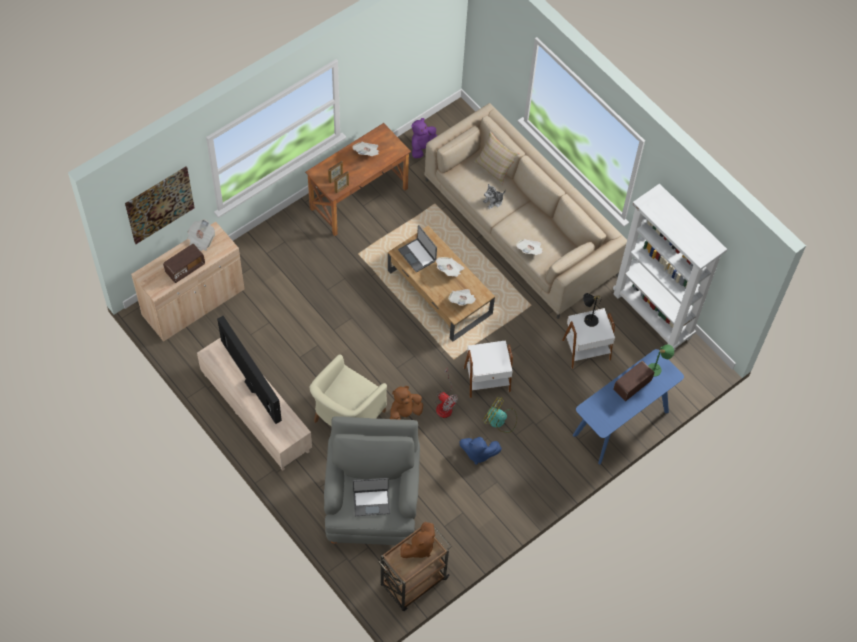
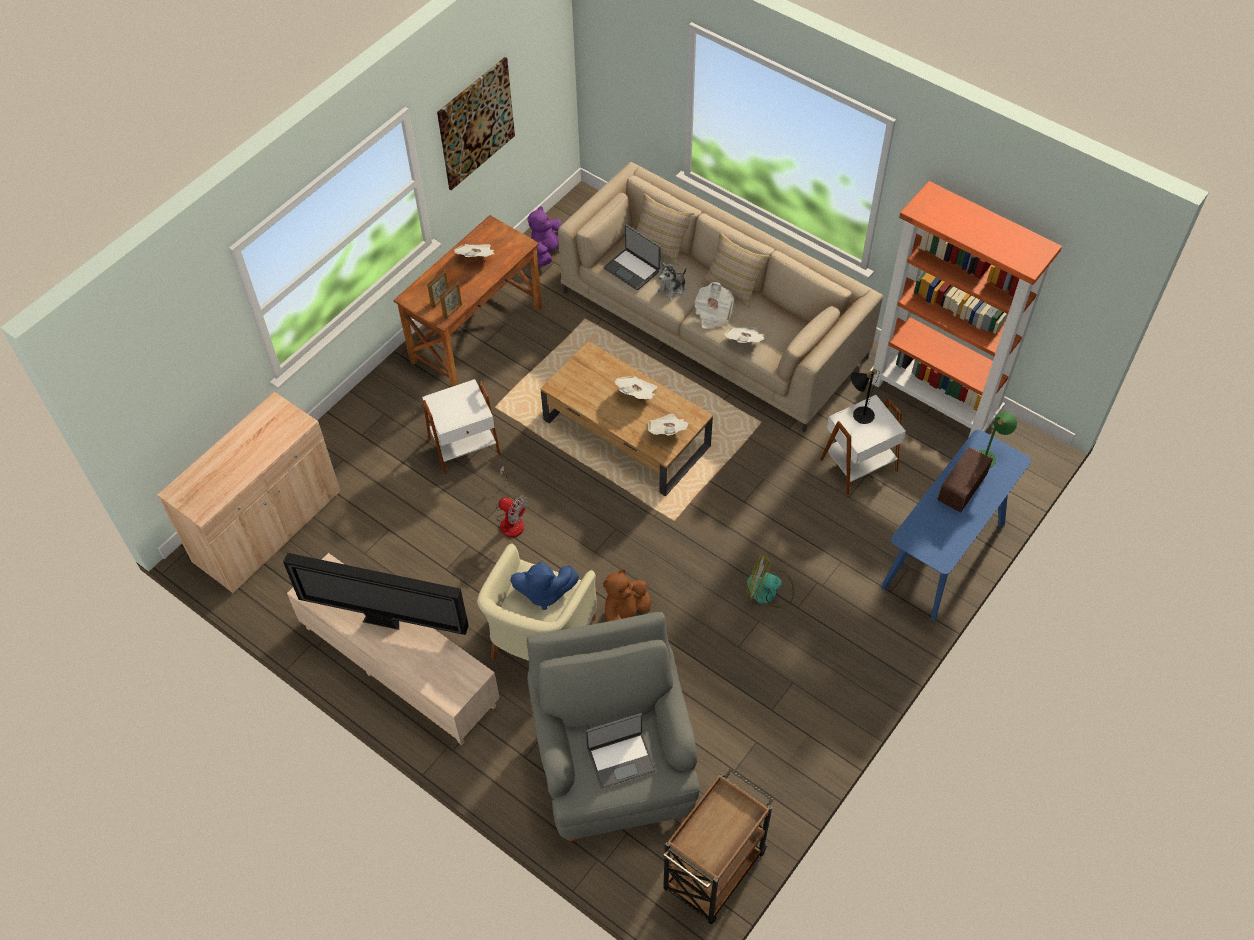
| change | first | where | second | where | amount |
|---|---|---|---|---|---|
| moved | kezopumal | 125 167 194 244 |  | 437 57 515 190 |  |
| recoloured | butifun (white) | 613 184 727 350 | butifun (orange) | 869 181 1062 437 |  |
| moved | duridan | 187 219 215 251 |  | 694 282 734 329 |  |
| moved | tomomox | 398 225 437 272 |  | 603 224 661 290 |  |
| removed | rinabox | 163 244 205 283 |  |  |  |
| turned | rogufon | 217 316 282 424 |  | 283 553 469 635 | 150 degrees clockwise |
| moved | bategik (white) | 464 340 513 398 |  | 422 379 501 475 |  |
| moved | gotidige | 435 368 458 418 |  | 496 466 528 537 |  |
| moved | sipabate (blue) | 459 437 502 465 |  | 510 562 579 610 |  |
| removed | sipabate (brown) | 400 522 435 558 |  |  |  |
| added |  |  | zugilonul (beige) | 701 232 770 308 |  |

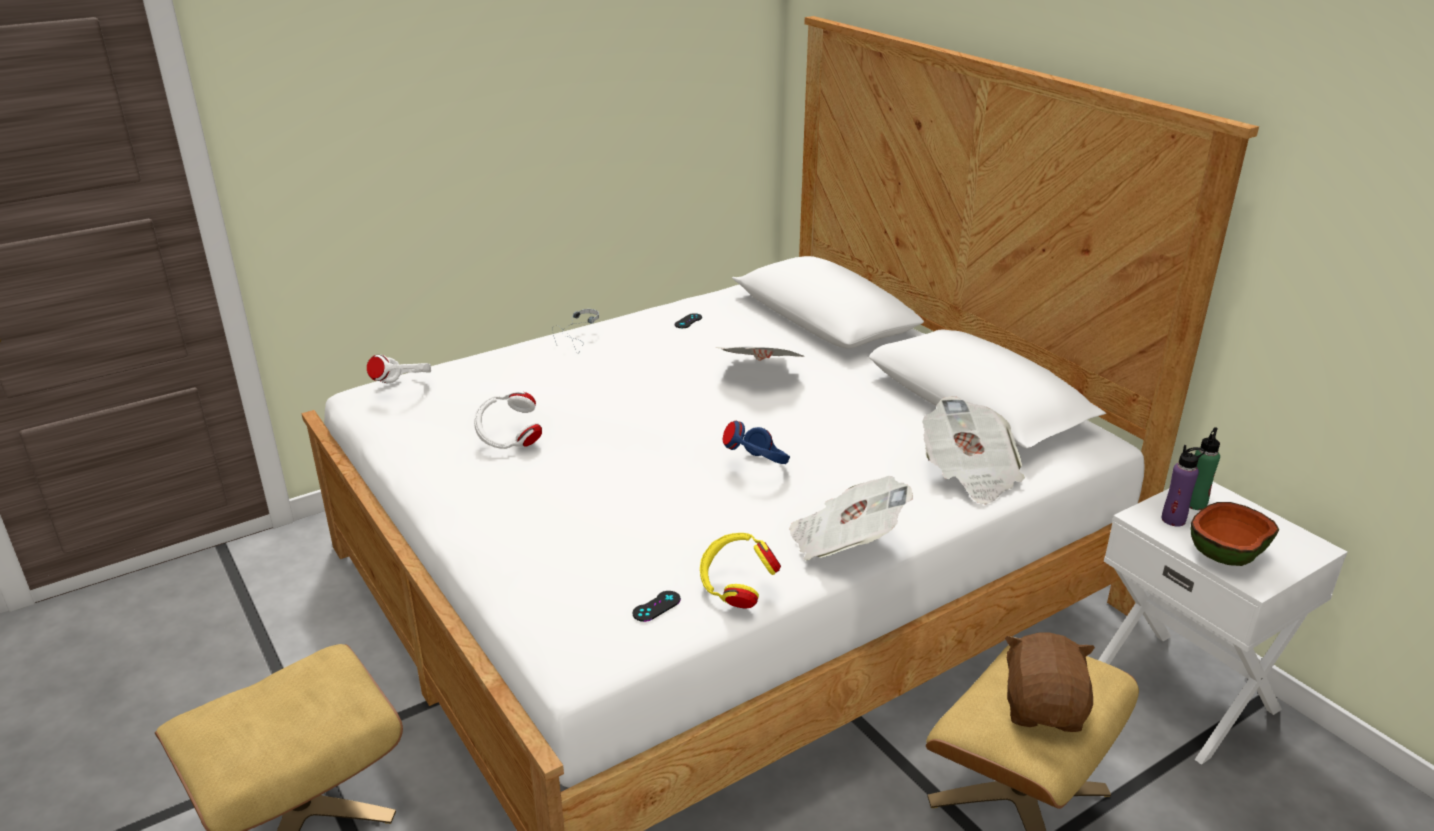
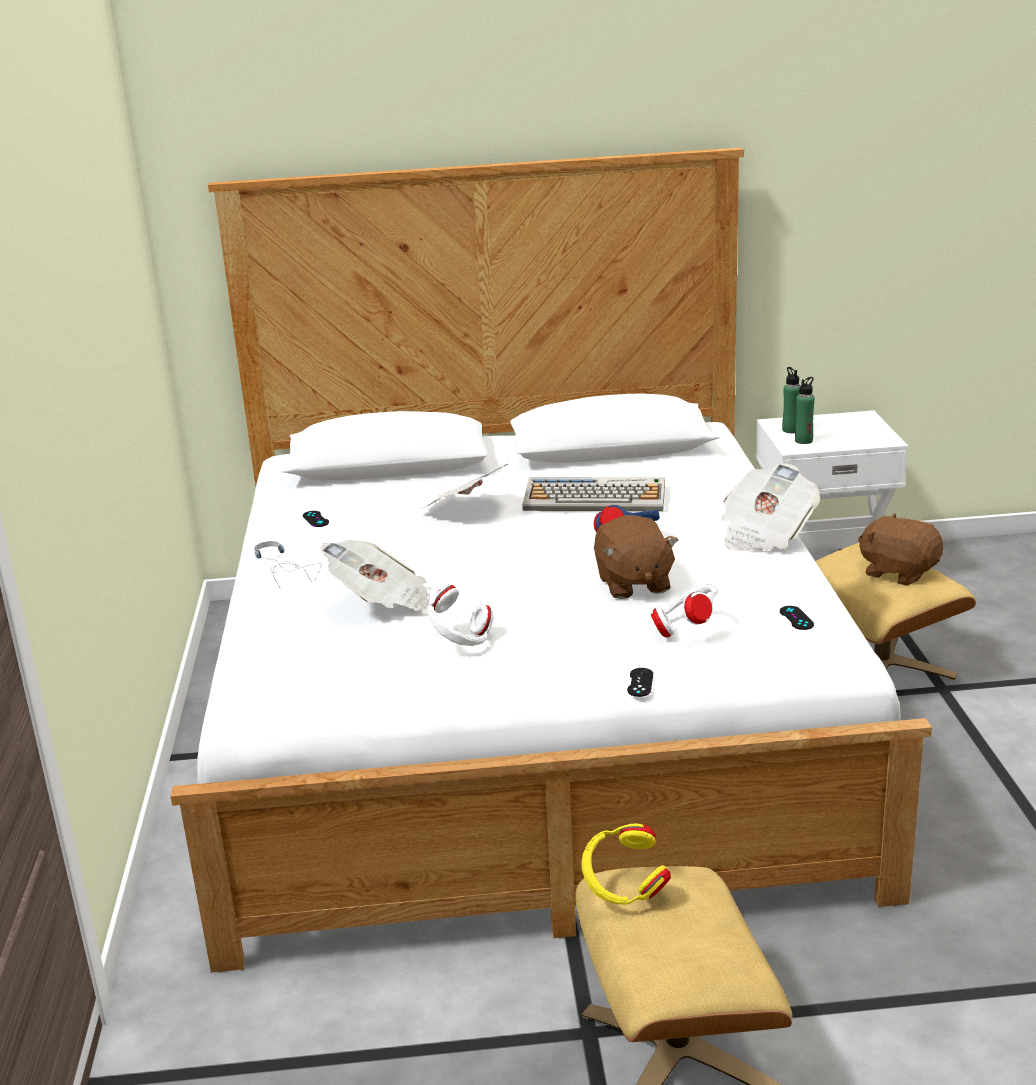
| change | first | where | second | where | amount |
|---|---|---|---|---|---|
| moved | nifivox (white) | 367 355 431 383 |  | 651 584 718 637 |  |
| moved | duridan | 922 396 1025 505 |  | 321 540 430 612 |  |
| recoloured | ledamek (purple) | 1162 445 1205 527 | ledamek (green) | 795 377 815 444 |  |
| removed | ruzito | 1190 502 1279 566 |  |  |  |
| moved | nifivox (yellow) | 700 533 781 609 |  | 581 823 671 905 |  |
| added |  |  | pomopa | 522 478 665 511 |  |
| added |  |  | sipabate (brown) | 594 515 678 599 |  |
| added |  |  | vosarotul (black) | 627 668 653 697 |  |

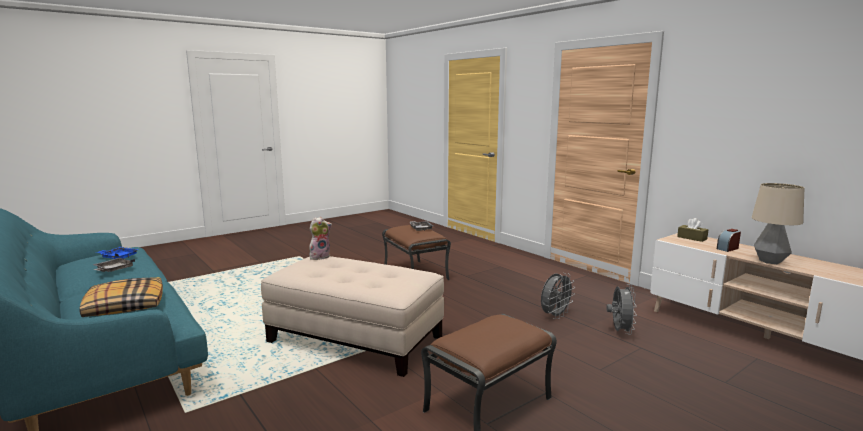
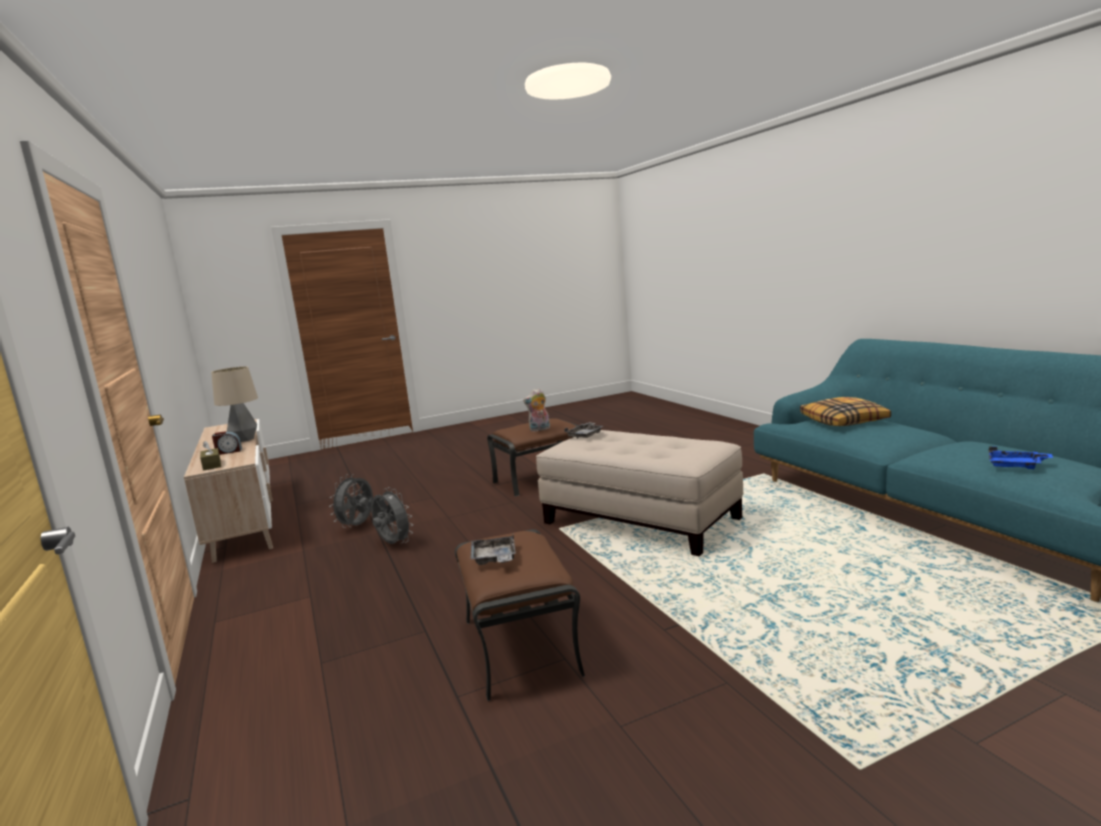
| change | first | where | second | where | amount |
|---|---|---|---|---|---|
| moved | sipabate | 309 217 332 260 |  | 523 388 550 432 |  |
| moved | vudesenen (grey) | 92 258 135 272 |  | 564 422 603 439 |  |
| turned | gotidige (grey) | 541 273 575 319 |  | 371 487 413 544 | 75 degrees clockwise |

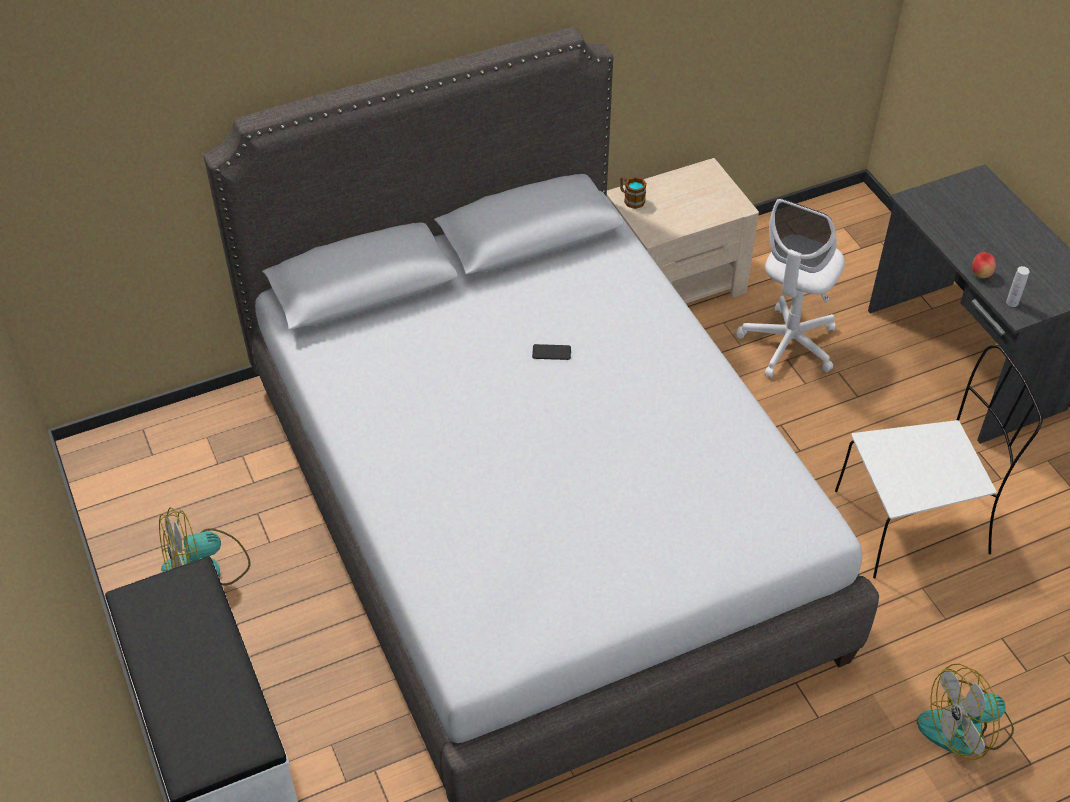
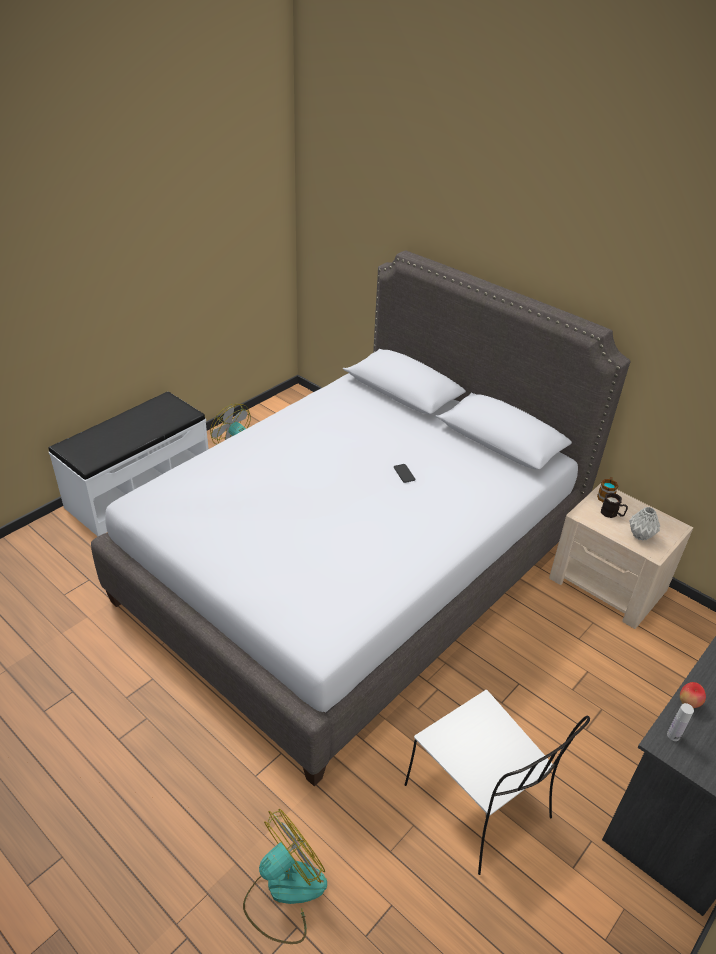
| change | first | where | second | where | amount |
|---|---|---|---|---|---|
| removed | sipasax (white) | 736 198 845 378 |  |  |  |
| turned | gotidige | 917 664 1014 760 |  | 243 809 327 944 | 90 degrees clockwise |
| added |  |  | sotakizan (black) | 601 493 628 518 |  |
| added |  |  | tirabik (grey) | 629 507 660 541 |  |

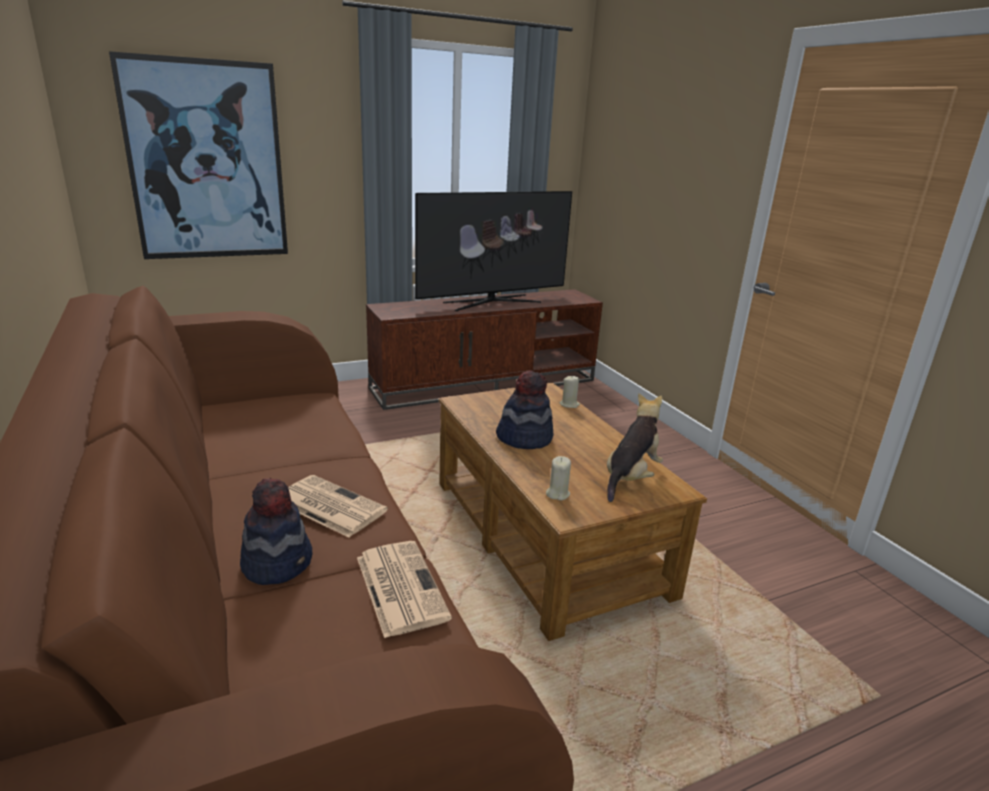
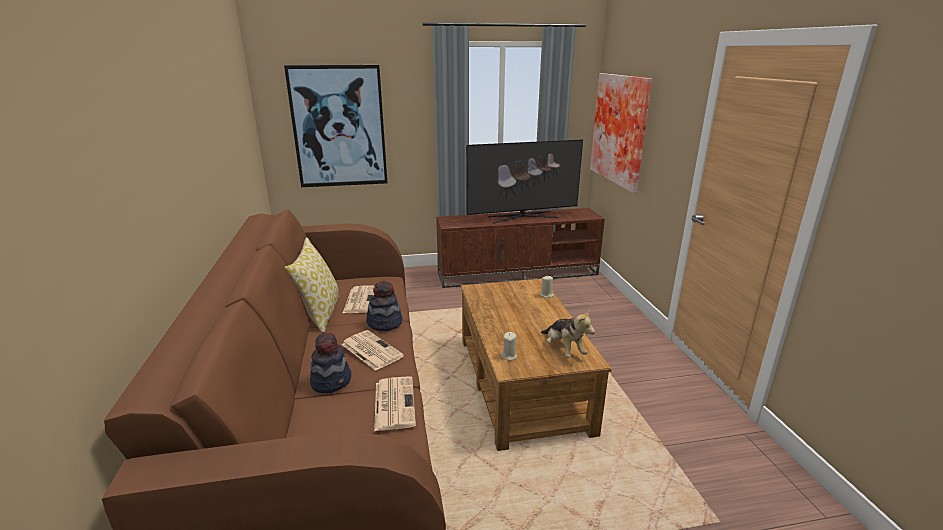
| change | first | where | second | where | amount |
|---|---|---|---|---|---|
| moved | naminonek | 496 370 554 449 |  | 366 281 402 331 |  |
| turned | sipabate | 607 393 663 502 |  | 541 310 595 357 | 105 degrees clockwise |
| added |  |  | kezopumal | 590 73 652 193 |  |
| added |  |  | zugilonul | 285 237 339 333 |  |
| added |  |  | duridan | 343 286 374 313 |  |

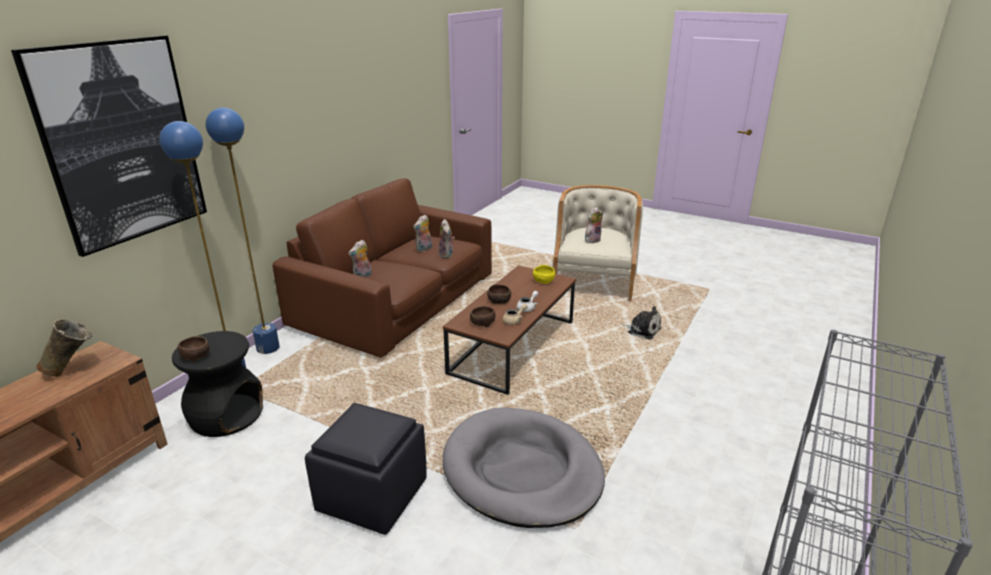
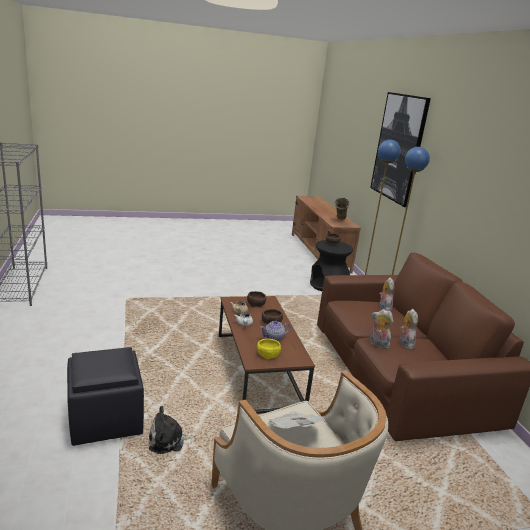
| change | first | where | second | where | amount |
|---|---|---|---|---|---|
| replaced | sipabate | 585 207 603 243 | duridan | 268 411 326 428 |  |
| moved | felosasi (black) | 305 403 427 535 |  | 67 347 144 446 |  |
| removed | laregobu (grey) | 443 408 605 528 |  |  |  |
| added |  |  | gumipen | 260 321 290 341 |  |

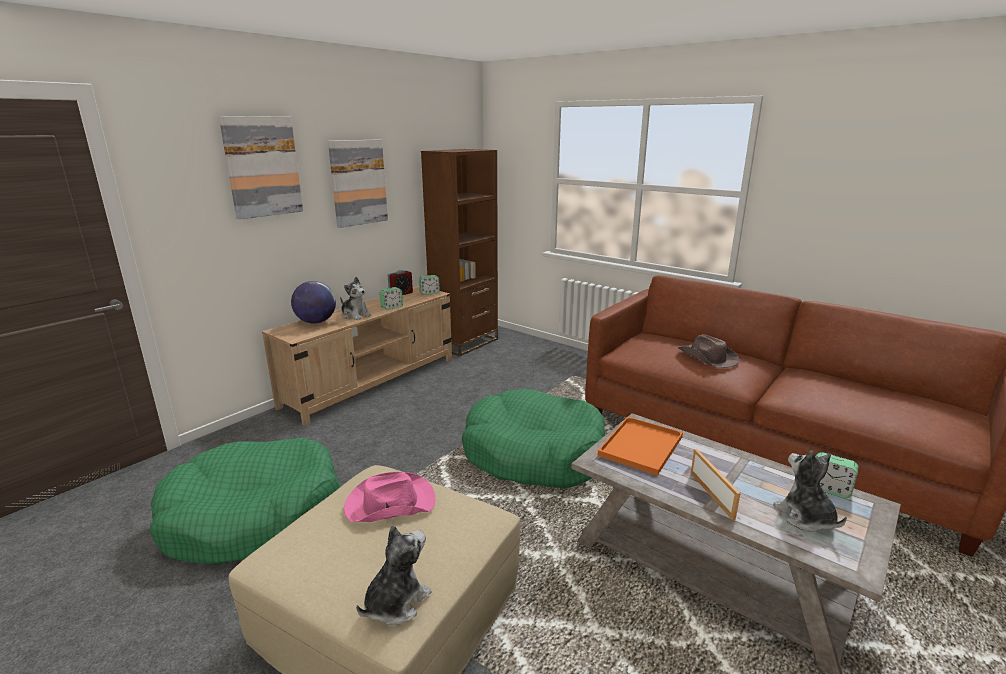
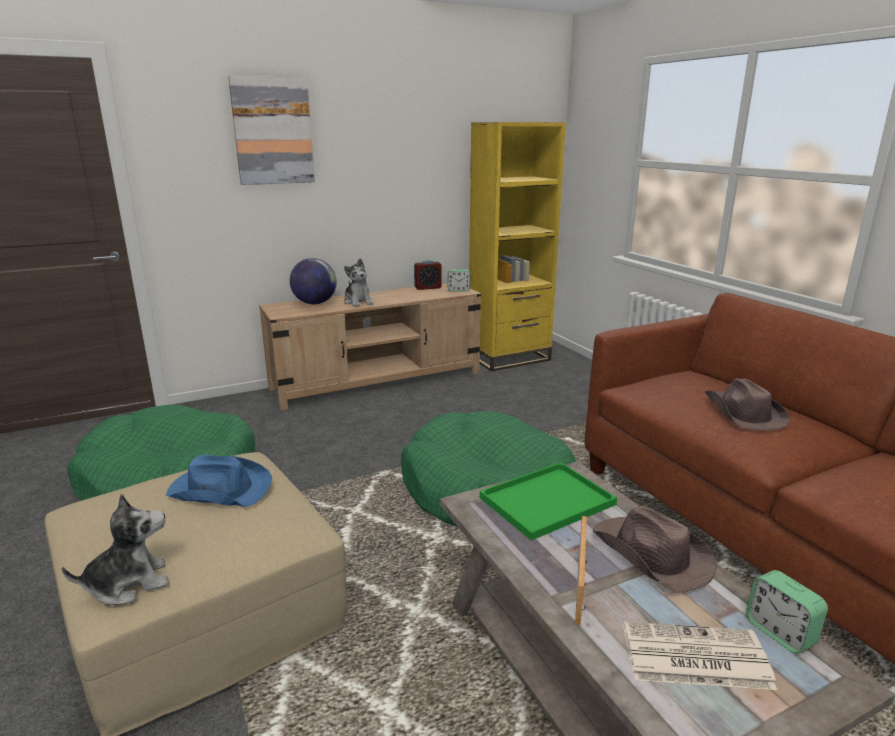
| change | first | where | second | where | amount |
|---|---|---|---|---|---|
| removed | kezopumal | 328 139 388 228 |  |  |  |
| recoloured | butifun (brown) | 421 149 498 356 | butifun (yellow) | 469 122 566 371 |  |
| removed | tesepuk | 379 287 403 310 |  |  |  |
| recoloured | vudesenen (orange) | 597 417 683 476 | vudesenen (green) | 480 462 617 541 |  |
| replaced | sipabate | 773 450 847 532 | duridan | 623 621 777 690 |  |
| recoloured | naminonek (pink) | 344 472 436 522 | naminonek (blue) | 166 454 272 507 |  |
| added |  |  | naminonek (brown) | 593 506 717 593 |  |

